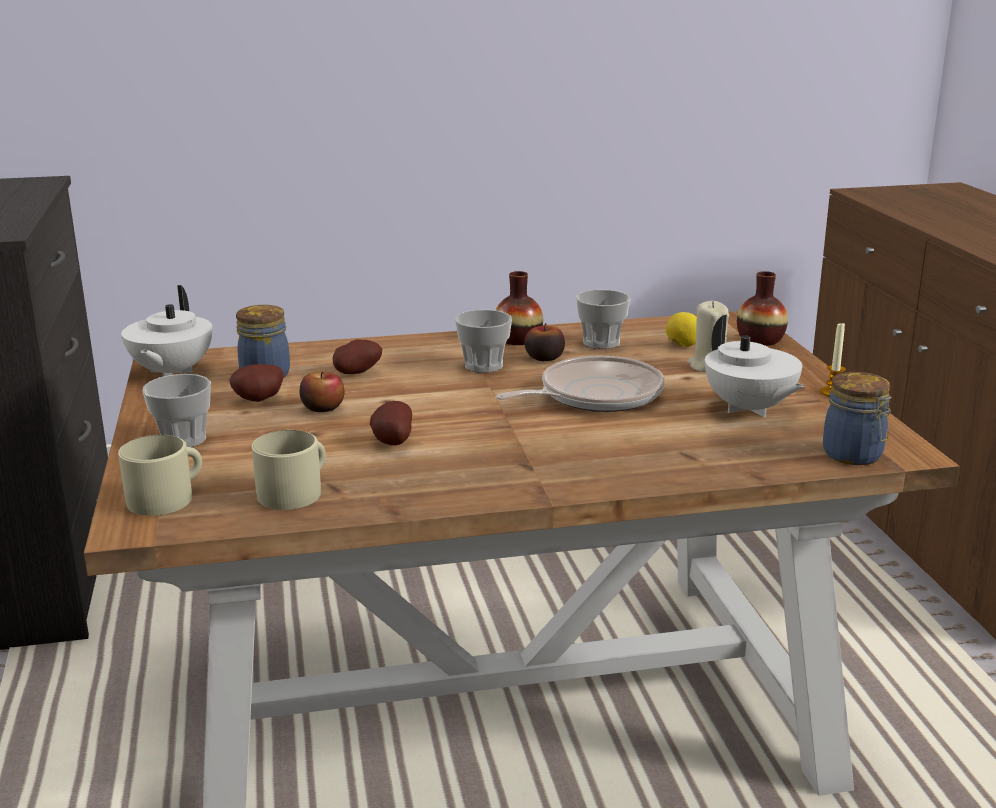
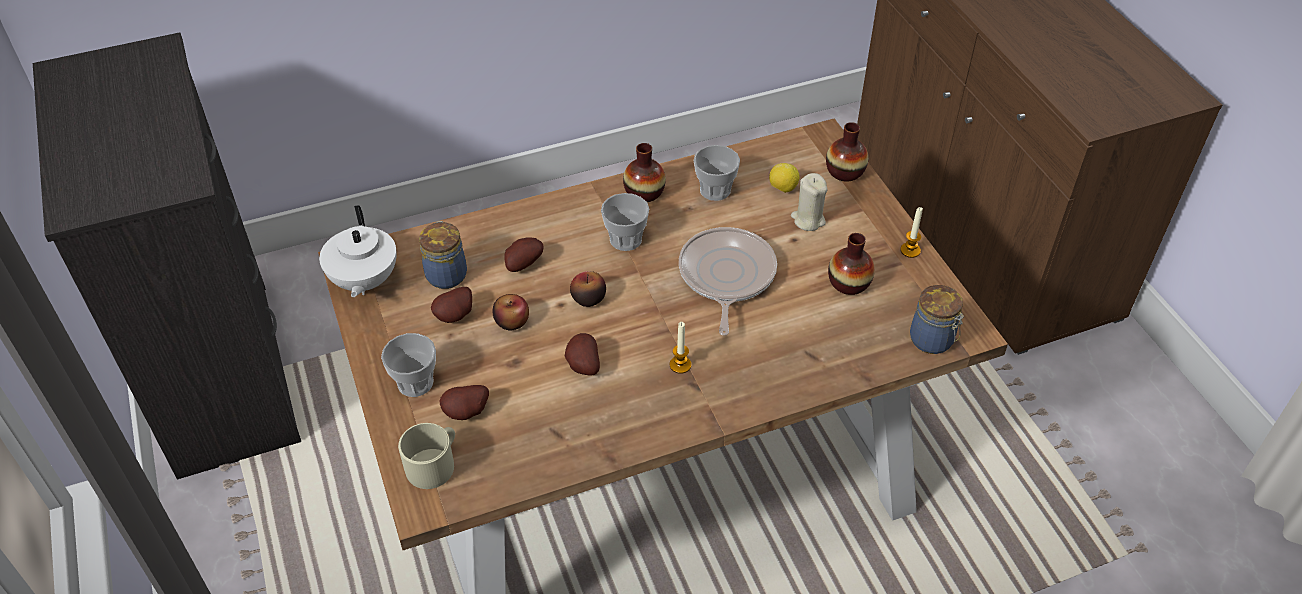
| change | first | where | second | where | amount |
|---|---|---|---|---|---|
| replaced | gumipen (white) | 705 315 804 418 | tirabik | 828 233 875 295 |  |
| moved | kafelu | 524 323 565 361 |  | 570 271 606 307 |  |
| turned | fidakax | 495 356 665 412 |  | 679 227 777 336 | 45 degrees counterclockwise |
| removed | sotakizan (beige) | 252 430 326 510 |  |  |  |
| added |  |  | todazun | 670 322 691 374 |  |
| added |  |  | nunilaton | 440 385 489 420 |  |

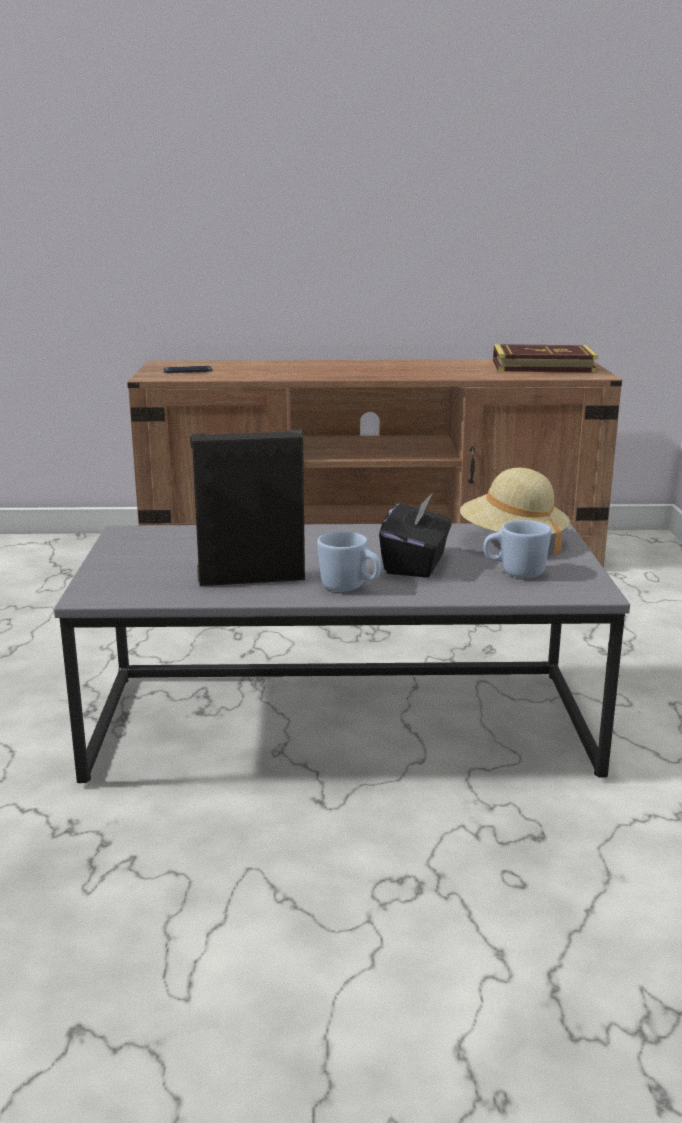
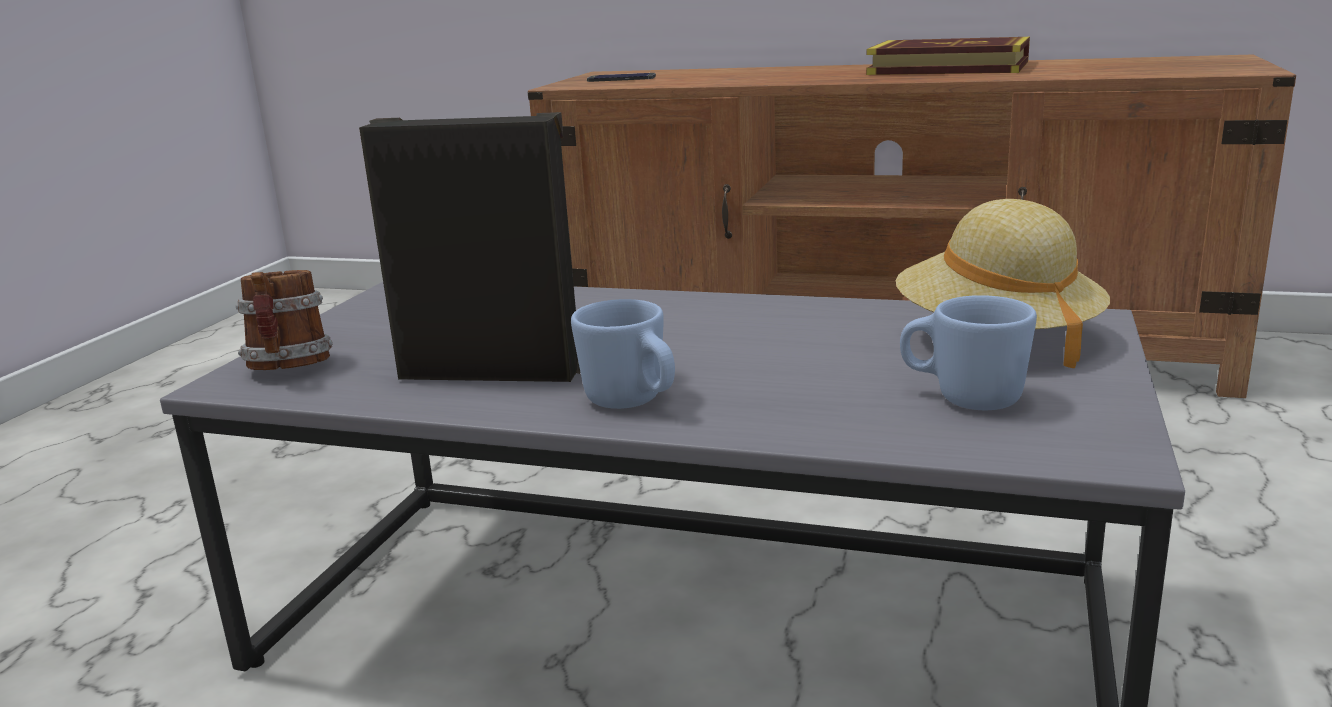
| change | first | where | second | where | amount |
|---|---|---|---|---|---|
| moved | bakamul | 493 344 598 373 |  | 866 37 1030 75 |  |
| removed | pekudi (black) | 379 493 452 578 |  |  |  |
| added |  |  | sotakizan | 235 270 333 370 |  |

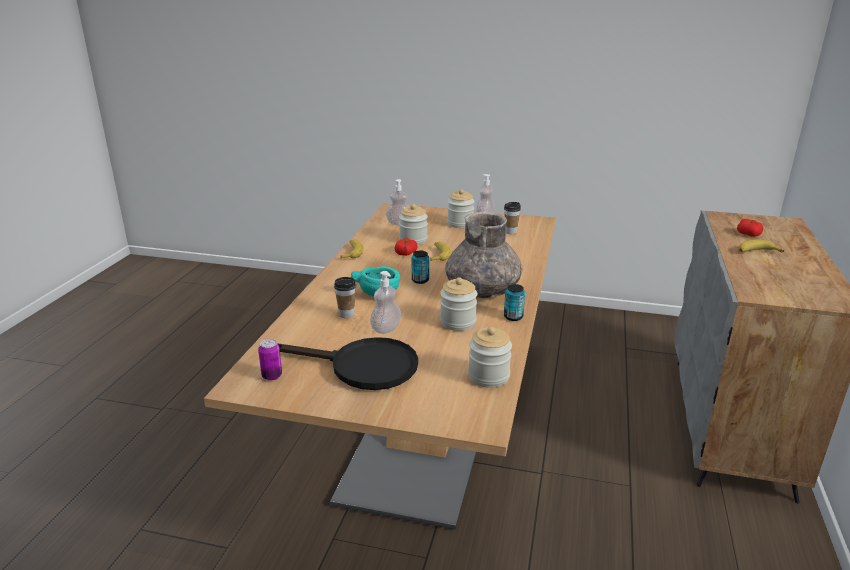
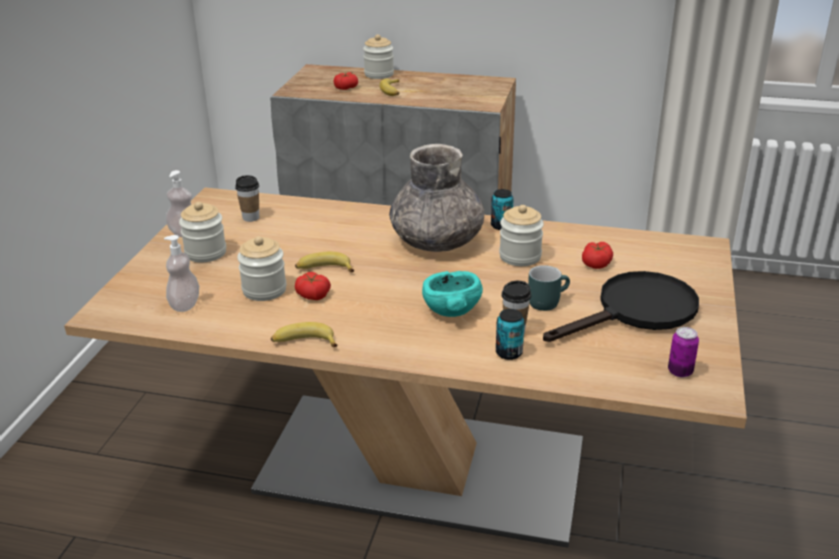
| change | first | where | second | where | amount |
|---|---|---|---|---|---|
| moved | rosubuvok | 412 251 429 284 |  | 496 309 524 360 |  |
| replaced | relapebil | 370 271 401 334 | sotakizan (turquoise) | 528 265 570 311 |  |
| moved | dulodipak | 468 327 512 388 |  | 363 34 394 79 |  |
| turned | fidakax (black) | 277 337 418 390 |  | 543 271 699 342 | 45 degrees clockwise |
| added |  |  | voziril | 582 242 613 269 |  |

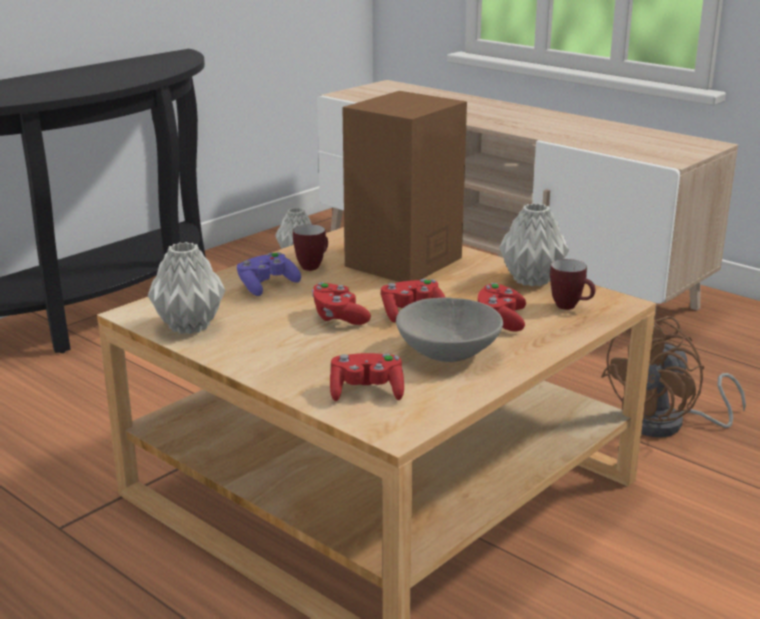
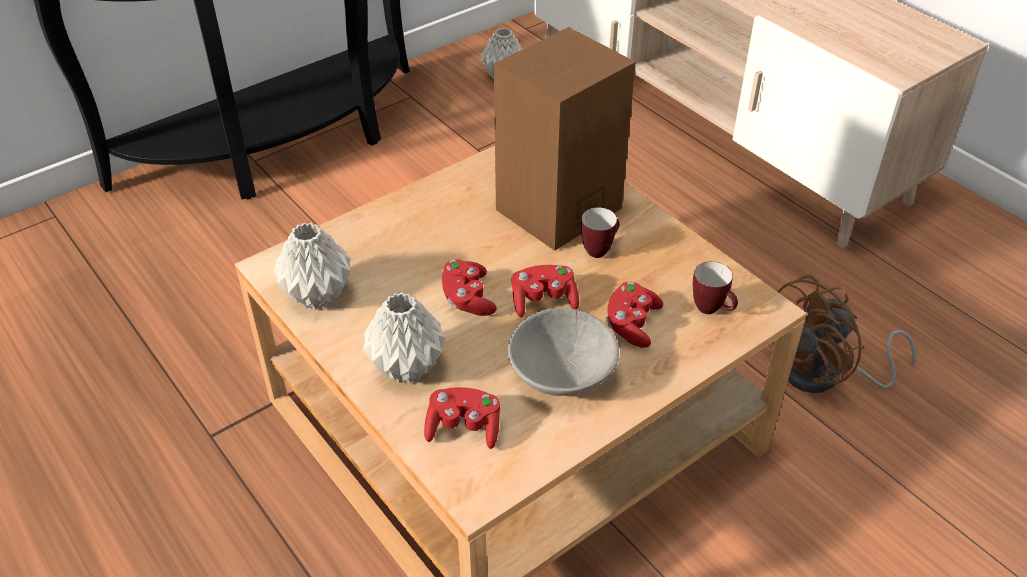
| change | first | where | second | where | amount |
|---|---|---|---|---|---|
| moved | tirabik (grey) | 499 203 569 287 |  | 363 292 446 383 |  |
| moved | sotakizan | 293 225 328 271 |  | 581 207 619 258 |  |
| removed | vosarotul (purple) | 237 252 301 296 |  |  |  |

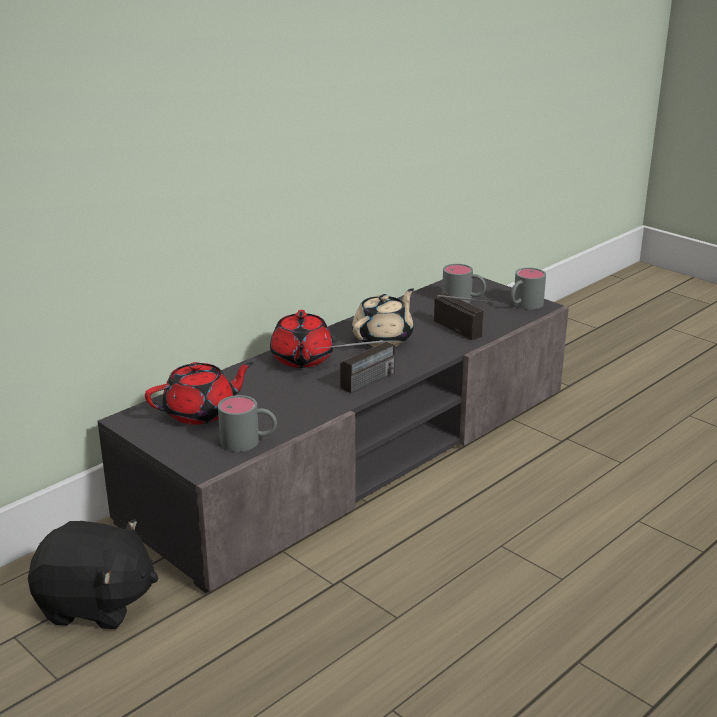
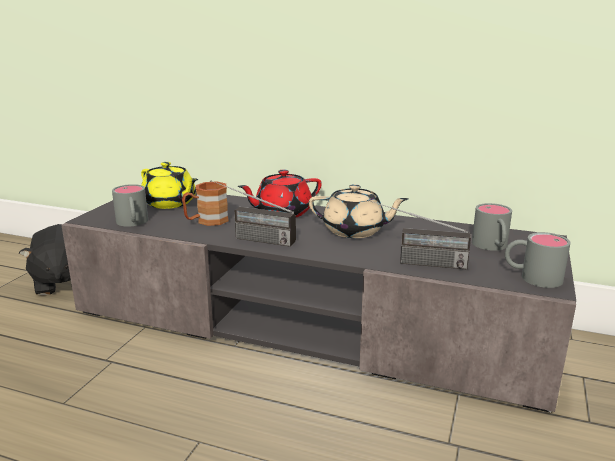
| change | first | where | second | where | amount |
|---|---|---|---|---|---|
| turned | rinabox | 434 293 499 340 |  | 369 200 471 270 | 75 degrees clockwise |
| recoloured | gumipen (red) | 145 362 253 425 | gumipen (yellow) | 141 162 198 209 |  |
| added |  |  | sotakizan (brown) | 182 181 229 226 |  |

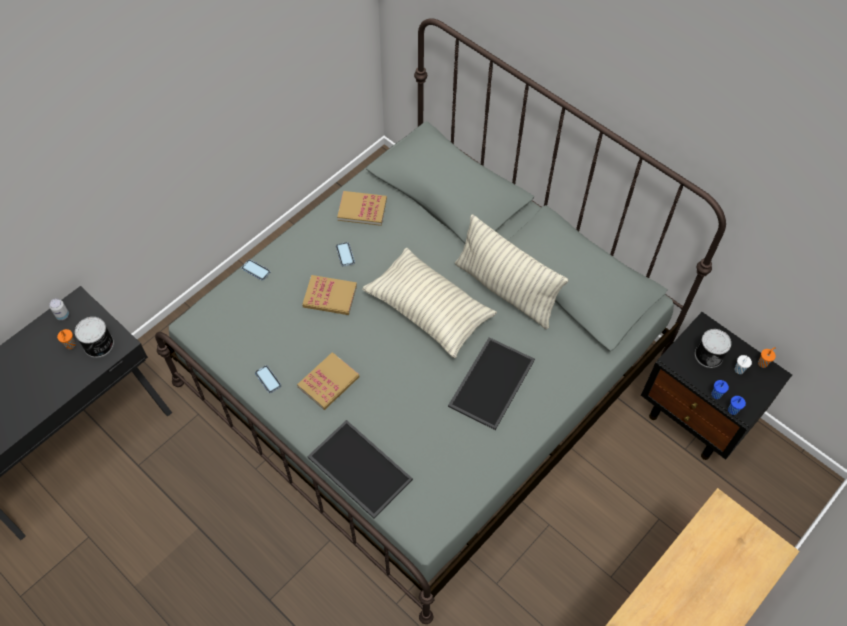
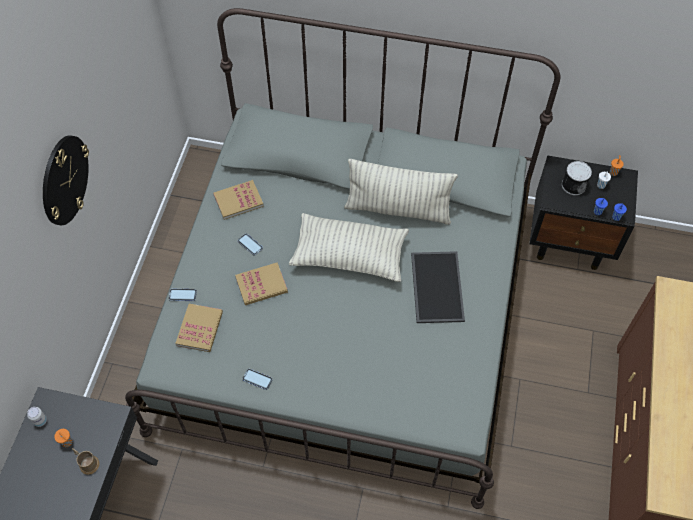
| change | first | where | second | where | amount |
|---|---|---|---|---|---|
| removed | rosubuvok | 75 317 114 358 |  |  |  |
| moved | bakamul | 297 352 360 410 |  | 175 304 223 352 |  |
| removed | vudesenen | 307 420 413 519 |  |  |  |
| added |  |  | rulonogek | 43 135 89 225 |  |
| added |  |  | sotakizan (brown) | 72 448 99 475 |  |

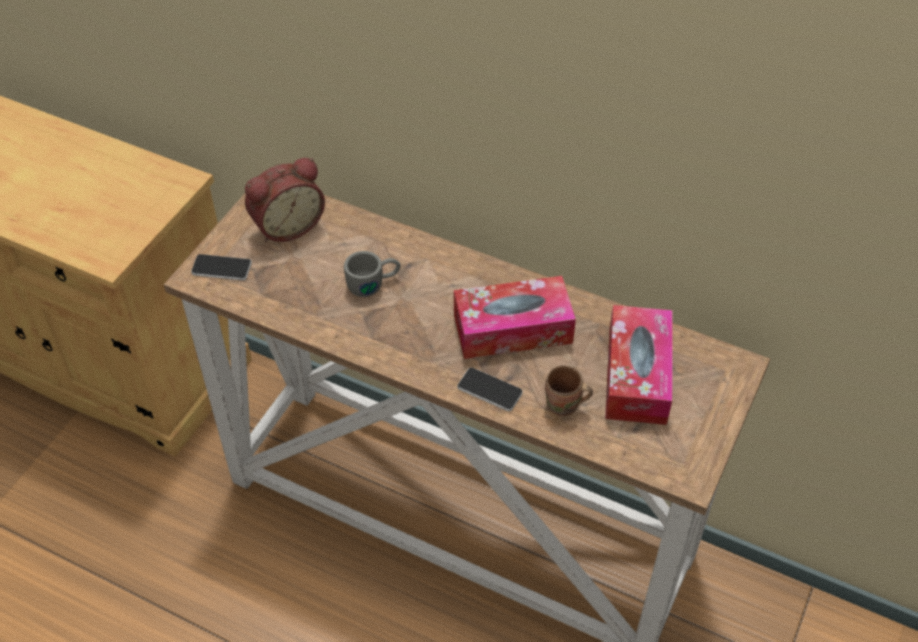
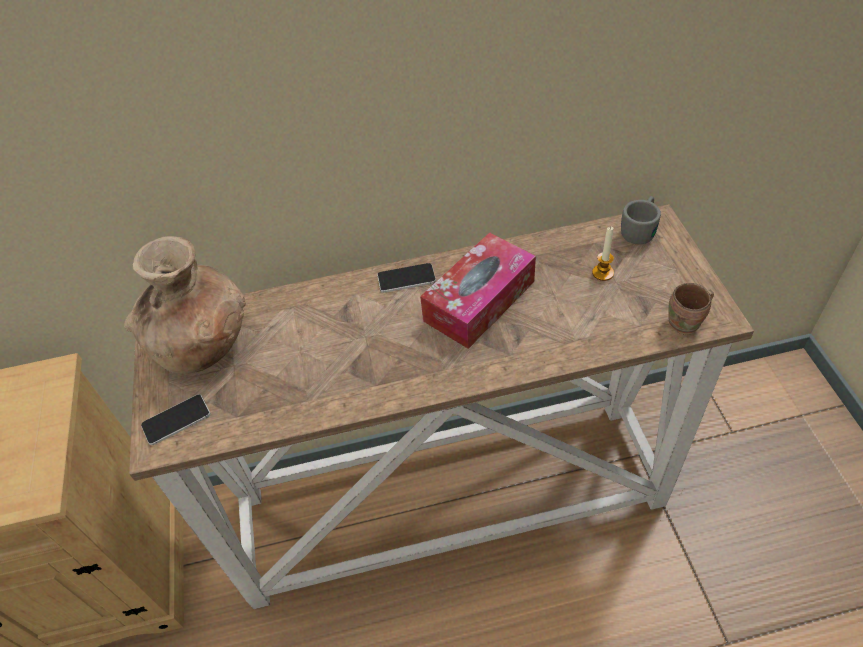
| change | first | where | second | where | amount |
|---|---|---|---|---|---|
| replaced | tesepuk | 245 158 325 242 | tirabik (brown) | 124 236 246 374 |  |
| moved | sotakizan (grey) | 344 251 401 297 |  | 621 196 661 244 |  |
| replaced | pekudi | 605 305 673 425 | todazun | 592 226 614 281 |  |
| moved | sotakizan (brown) | 545 365 593 417 |  | 668 283 714 335 |  |
| moved | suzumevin | 457 368 523 411 |  | 377 263 436 293 |  |

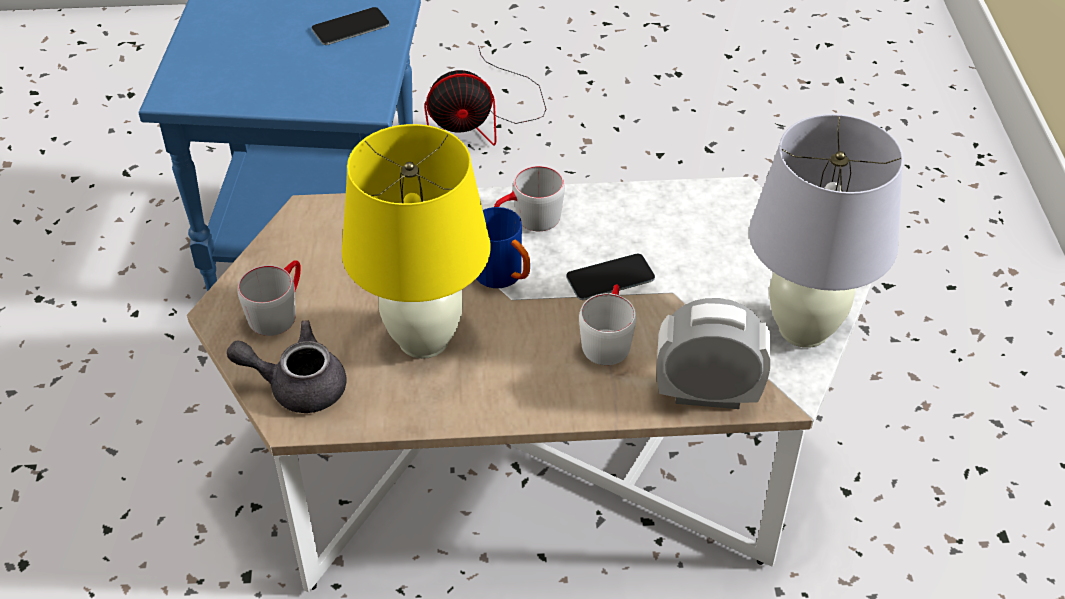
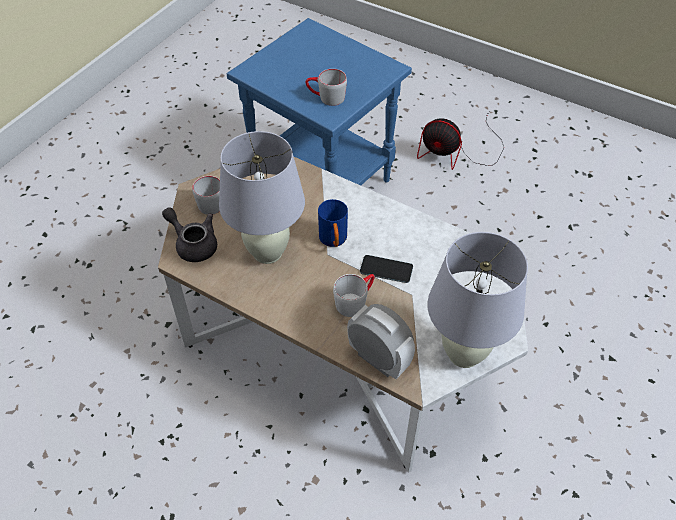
| change | first | where | second | where | amount |
|---|---|---|---|---|---|
| removed | suzumevin | 312 7 389 45 |  |  |  |
| recoloured | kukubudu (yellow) | 342 124 491 359 | kukubudu (white) | 219 131 305 264 |  |
| moved | sotakizan (grey) | 494 166 565 231 |  | 306 69 347 106 |  |

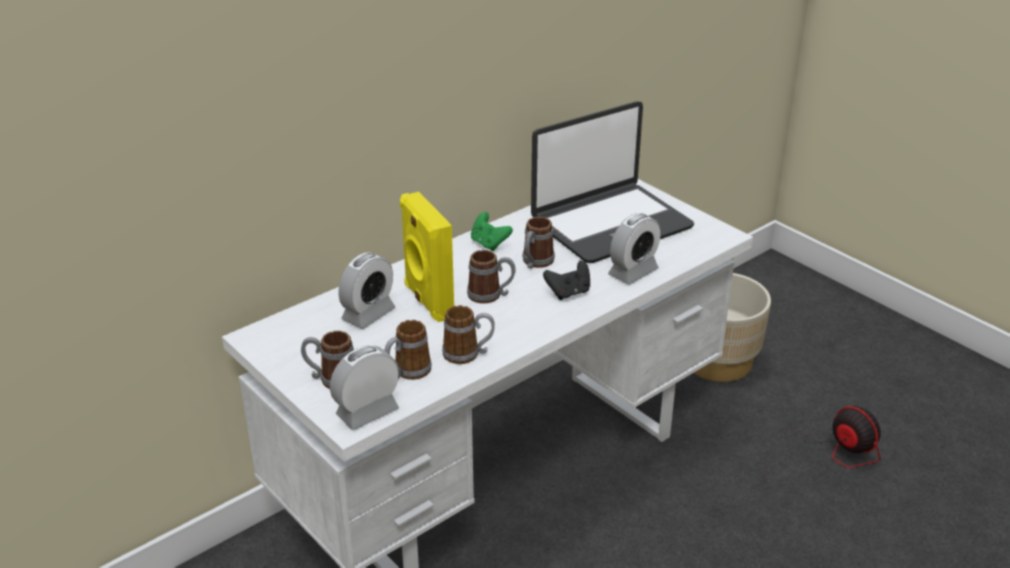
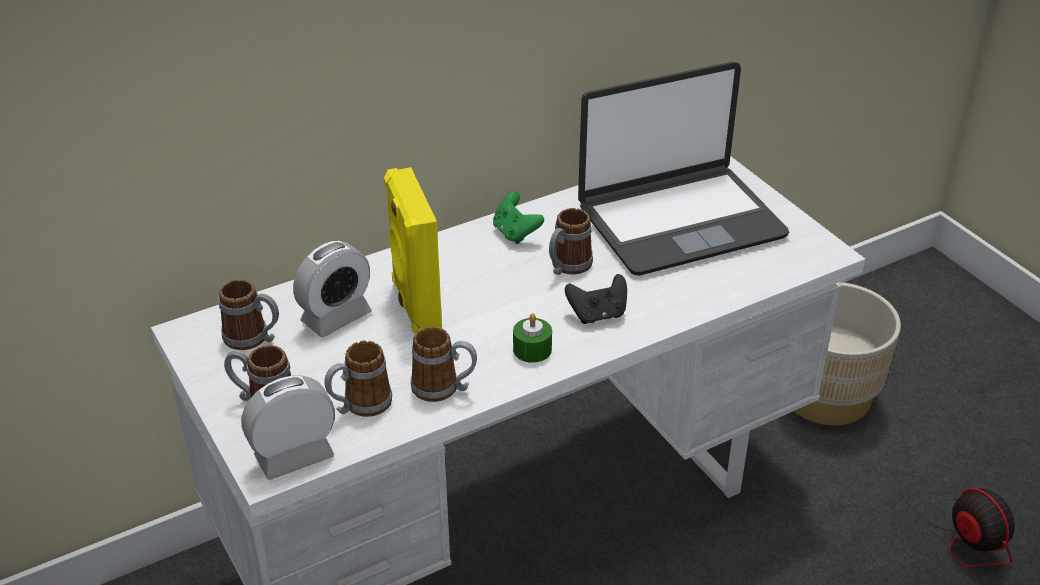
| change | first | where | second | where | amount |
|---|---|---|---|---|---|
| removed | tesepuk | 608 213 660 285 |  |  |  |
| moved | sotakizan | 467 250 516 303 |  | 218 279 279 350 |  |
| added |  |  | todazun (green) | 513 313 552 363 |  |

